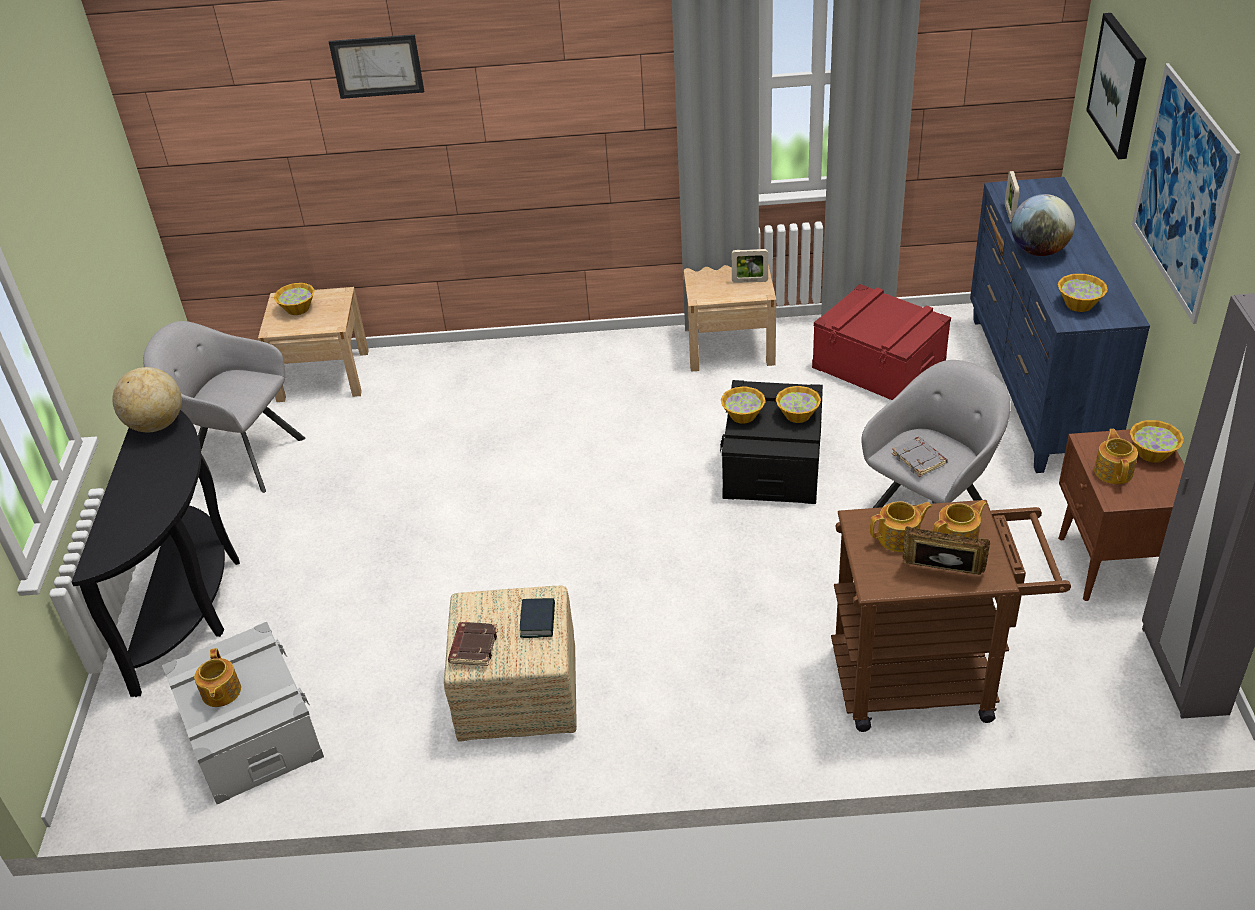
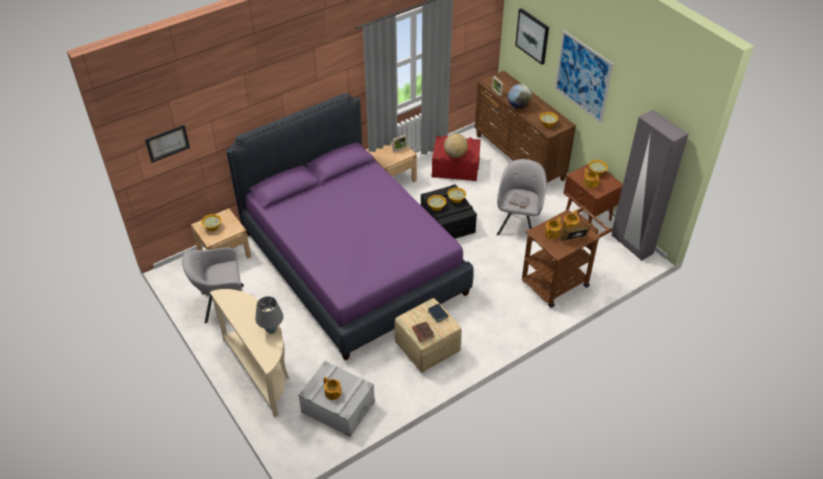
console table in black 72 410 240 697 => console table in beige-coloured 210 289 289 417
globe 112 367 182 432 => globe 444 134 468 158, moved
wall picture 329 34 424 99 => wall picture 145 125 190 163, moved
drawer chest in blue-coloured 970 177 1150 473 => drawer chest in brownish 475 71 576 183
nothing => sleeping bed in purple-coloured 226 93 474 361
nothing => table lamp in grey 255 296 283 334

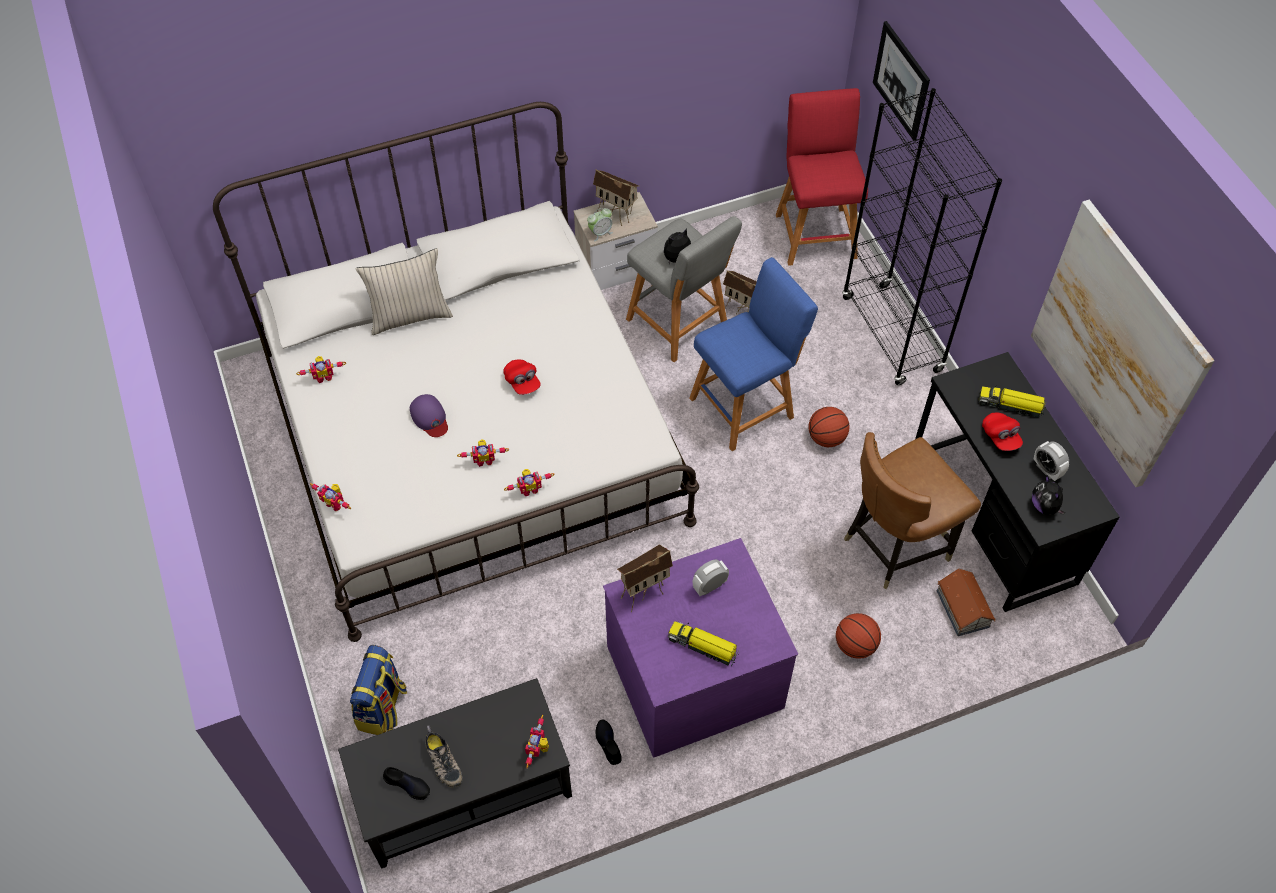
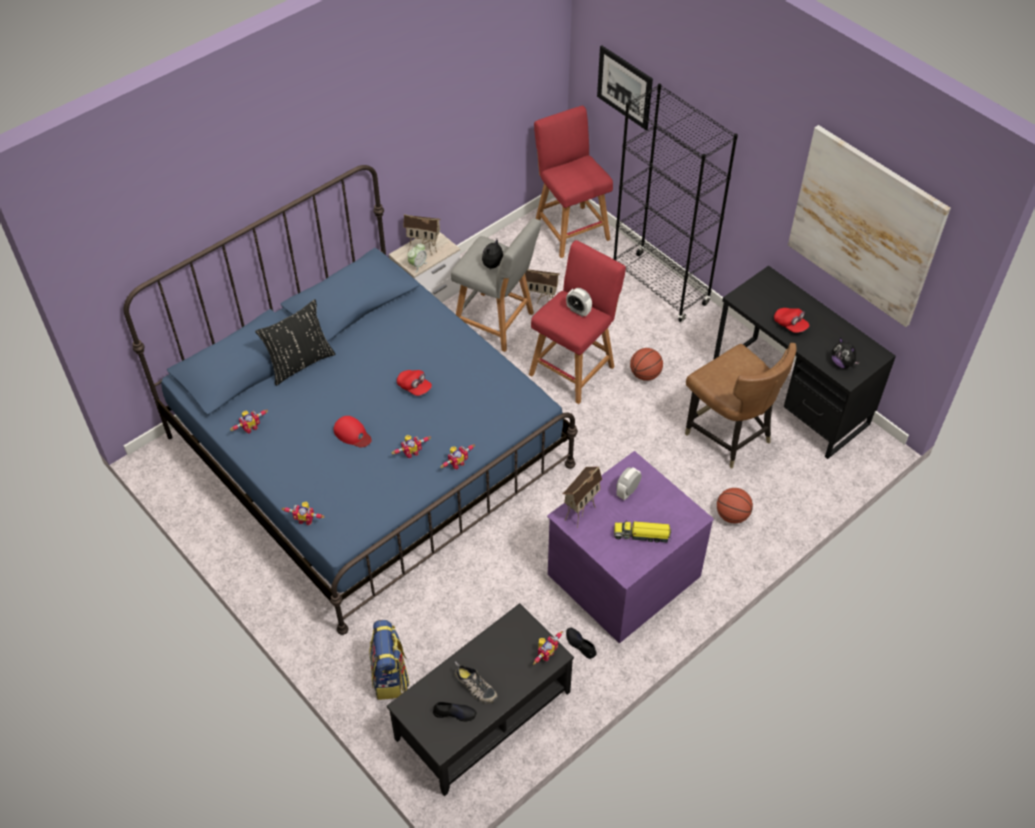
sleeping bed in white-coloured 213 102 699 642 => sleeping bed in blue-coloured 123 165 578 635
throw pillow in beige-coloured 356 248 453 335 => throw pillow in black 255 299 335 386
baseball cap in purple-coloured 410 394 448 437 => baseball cap in red 334 416 372 448
model robot 525 715 549 769 => model robot 533 631 563 665, 135 degrees counterclockwise
sitting stool in blue-coloured 689 257 818 451 => sitting stool in red 529 240 626 404
plain chair in brownish 844 432 981 589 => plain chair in brownish 685 343 797 468, 75 degrees counterclockwise
toy house 937 568 995 636 => nothing
toy lorry 978 385 1046 418 => nothing
table clock 1034 441 1069 481 => table clock 566 288 592 317, moved

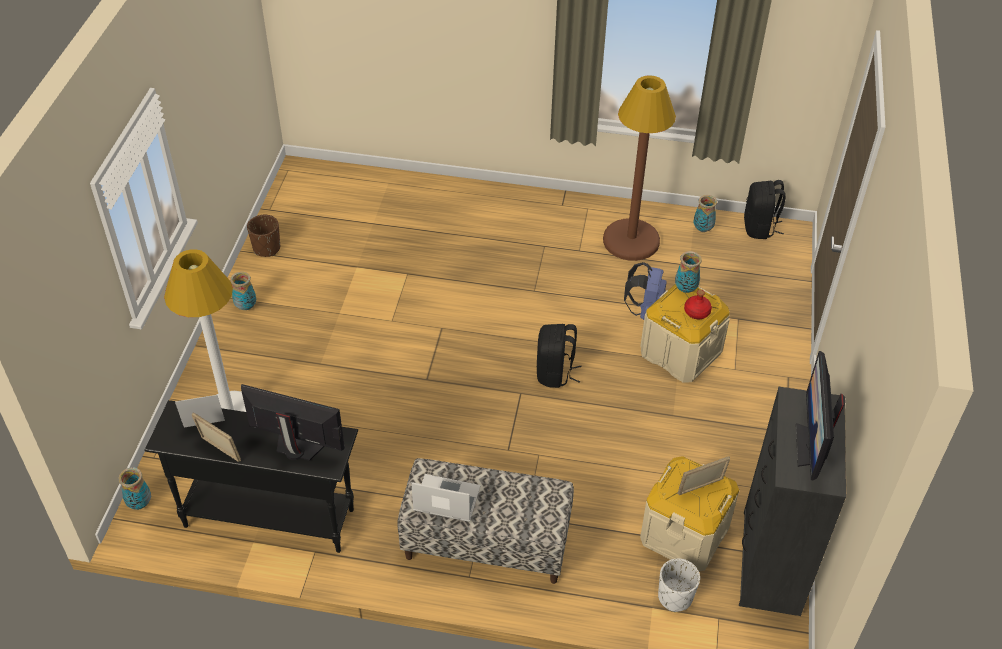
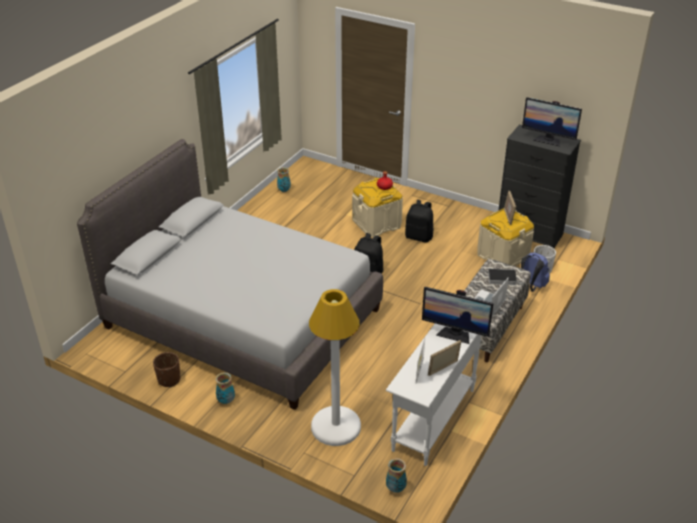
console table in black 145 400 358 553 => console table in white-coloured 386 323 481 466
monitor 241 384 345 461 => monitor 422 287 493 344, 105 degrees counterclockwise
standing lamp in brownish 603 75 676 261 => nothing
backpack in blue-coloured 624 262 667 320 => backpack in blue-coloured 521 252 550 292, moved
vase 675 251 702 293 => nothing
backpack in black 744 180 786 239 => backpack in black 405 200 433 243, moved
nothing => sleeping bed in grey 77 139 383 410
nothing => bound book 485 268 517 285

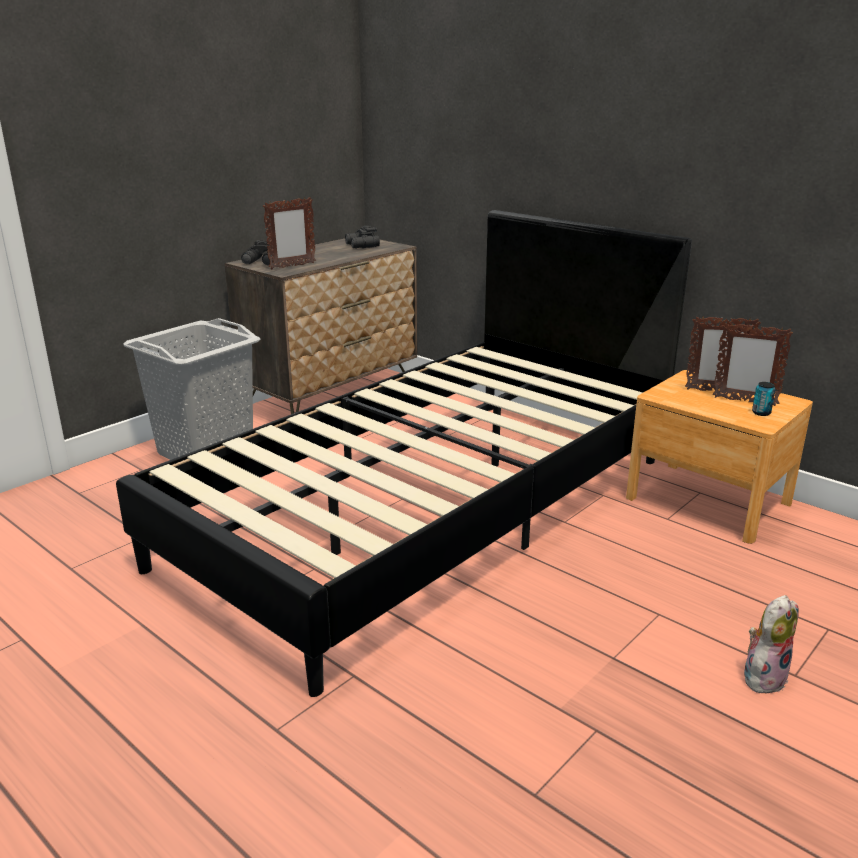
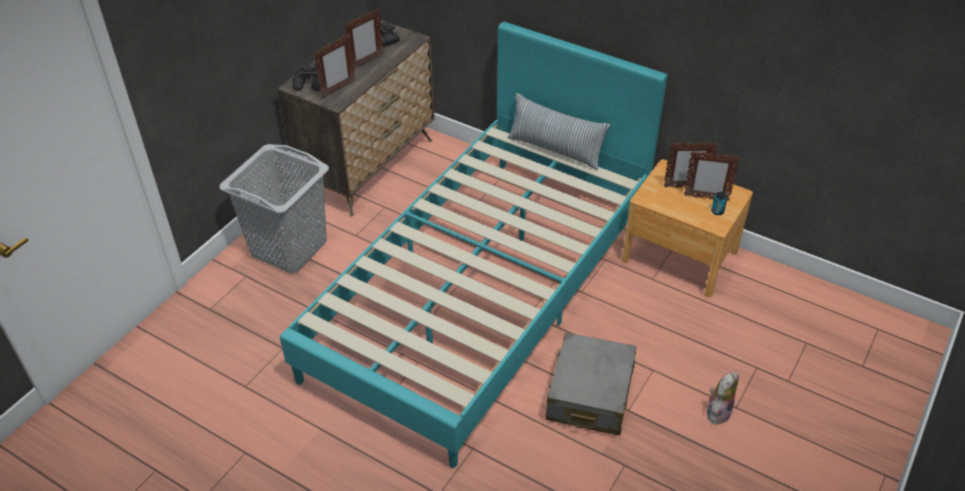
sleeping bed in black 116 210 692 697 => sleeping bed in turquoise-coloured 280 22 667 468
nothing => picture frame 344 8 383 69
nothing => throw pillow 508 93 610 171
nothing => travel case in grey 546 333 637 435

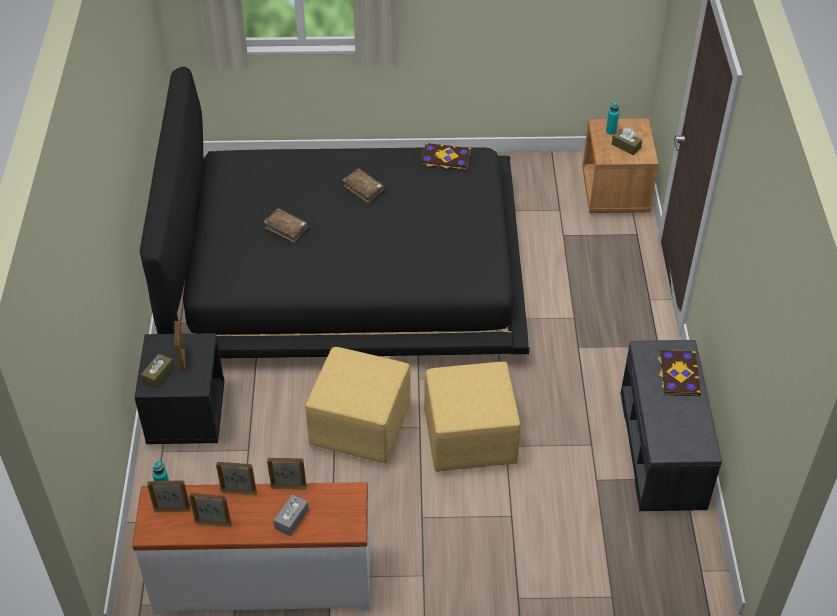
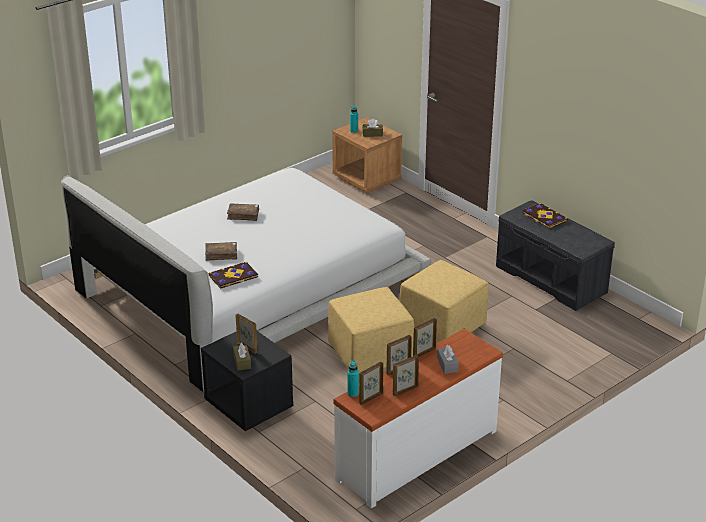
sleeping bed in black 140 67 530 358 => sleeping bed in white-coloured 61 168 431 392
bound book 421 143 471 171 => bound book 209 262 258 289, moved

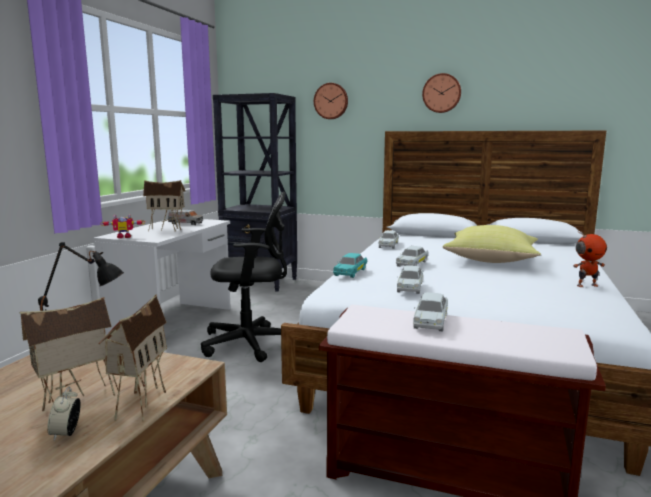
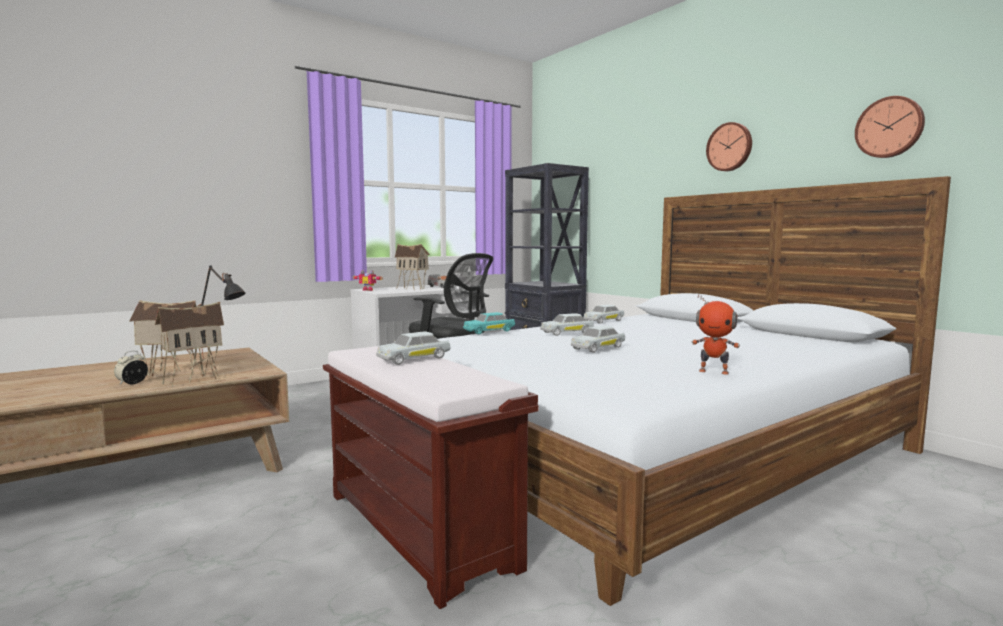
clock on the wall 314 83 348 119 => clock on the wall 855 96 925 158, moved
toy car in white-coloured 397 265 423 294 => toy car in white-coloured 571 325 625 353, moved
throw pillow in yellow 442 225 541 263 => nothing

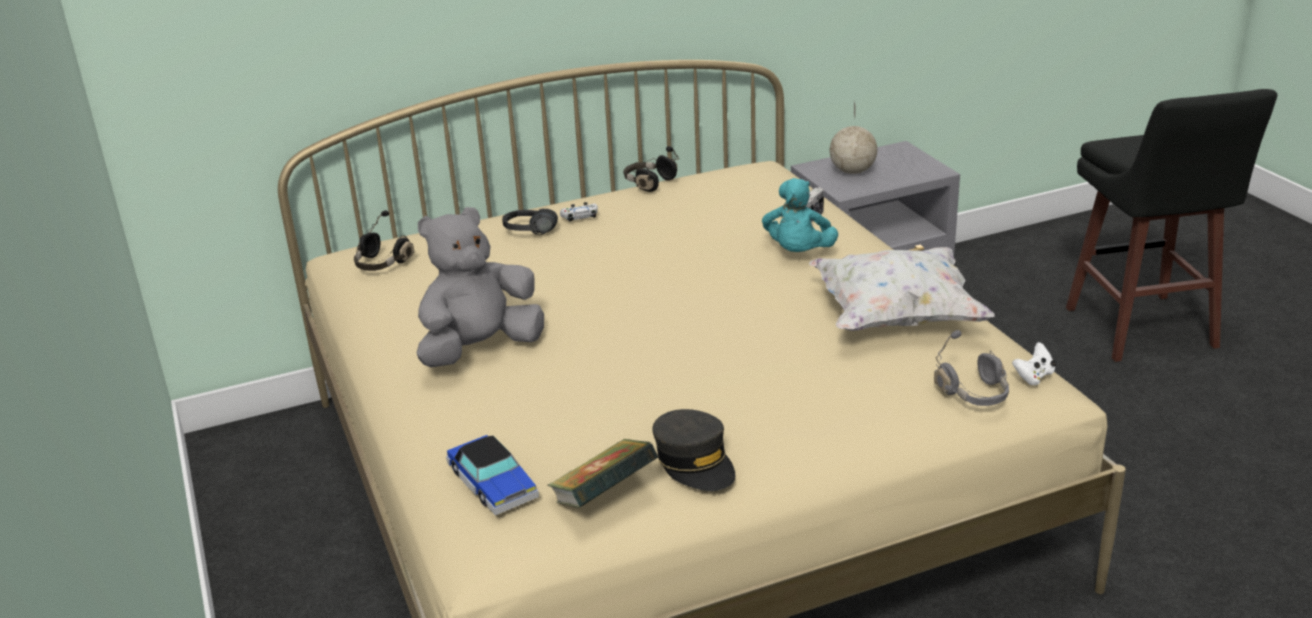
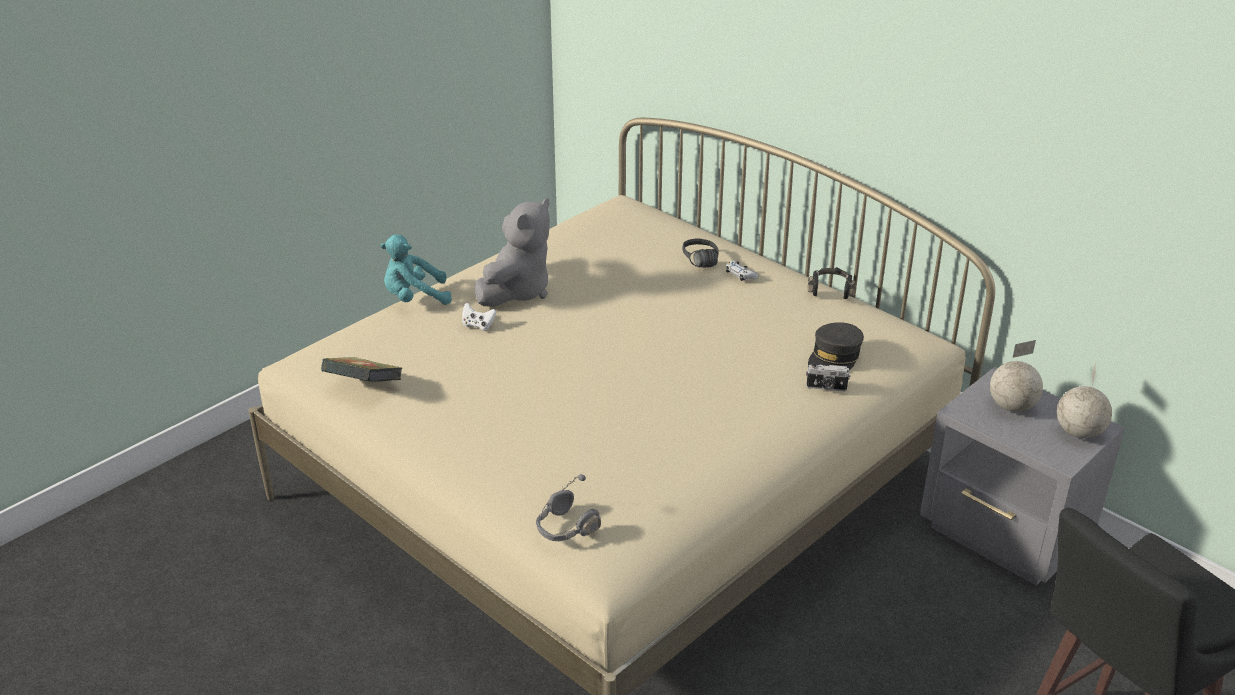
pair of headphones in black 354 210 414 271 => nothing
soft toy in grey 417 207 544 367 => soft toy in grey 474 198 550 307, 90 degrees clockwise
toy car 446 435 539 515 => nothing
baseball cap in grey 652 409 735 491 => baseball cap in grey 808 322 864 370, moved
soft toy in turquoise-coloured 762 178 838 252 => soft toy in turquoise-coloured 380 234 452 305, moved
throw pillow in white-coloured 809 247 995 331 => nothing
game controller in white-coloured 1012 342 1056 385 => game controller in white-coloured 462 303 496 331, moved
nothing => globe 1057 361 1112 438

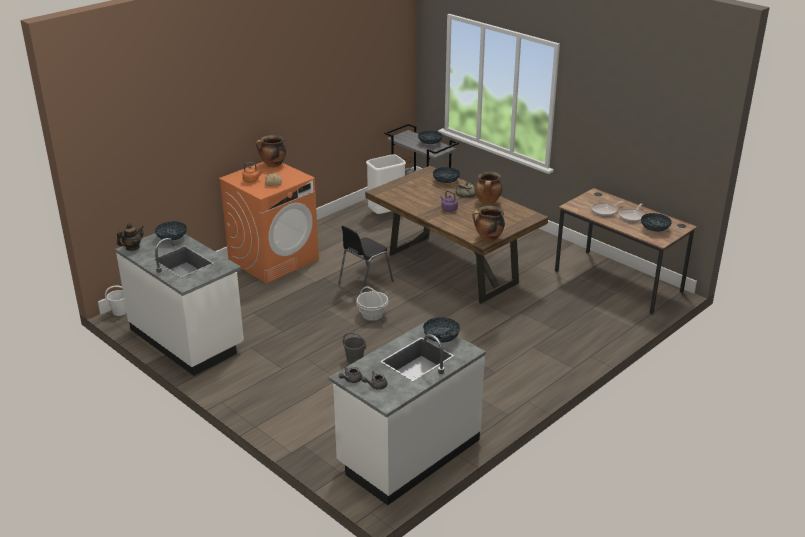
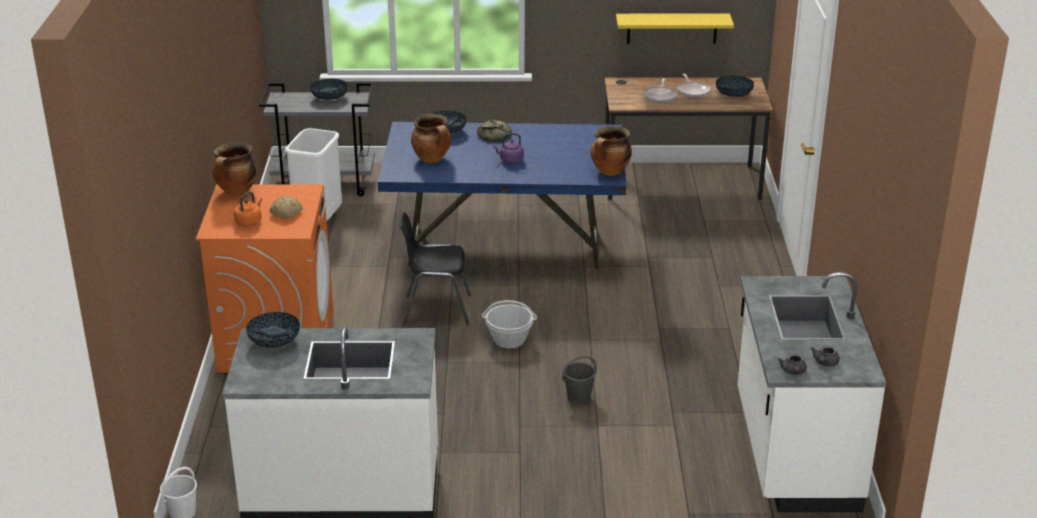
tea pot 117 223 144 251 => nothing
plain chair in black 338 226 394 293 => plain chair in black 400 212 471 326, 90 degrees clockwise
dinner table in brownish 365 166 548 304 => dinner table in blue-coloured 377 122 626 269
bowl 423 317 460 343 => nothing
stockpot 475 172 502 205 => stockpot 411 114 451 163, moved
nothing => shelf in yellow 616 13 734 44

